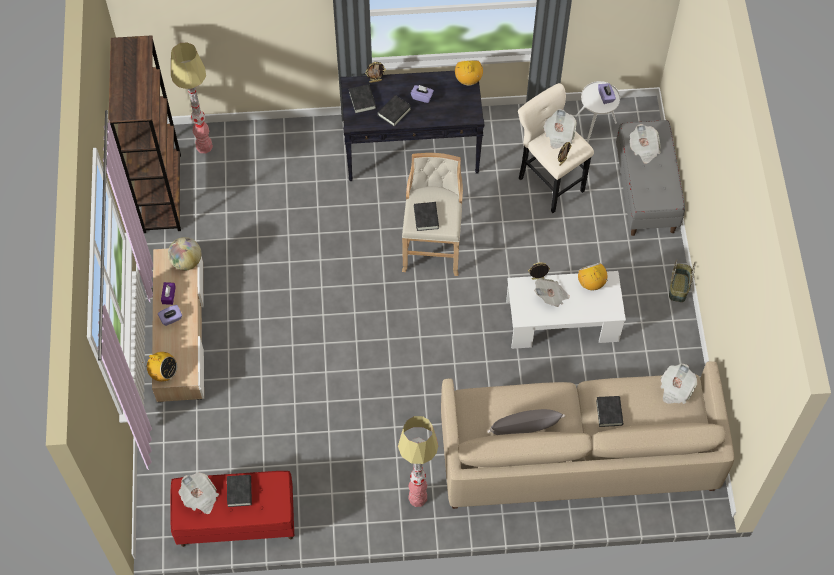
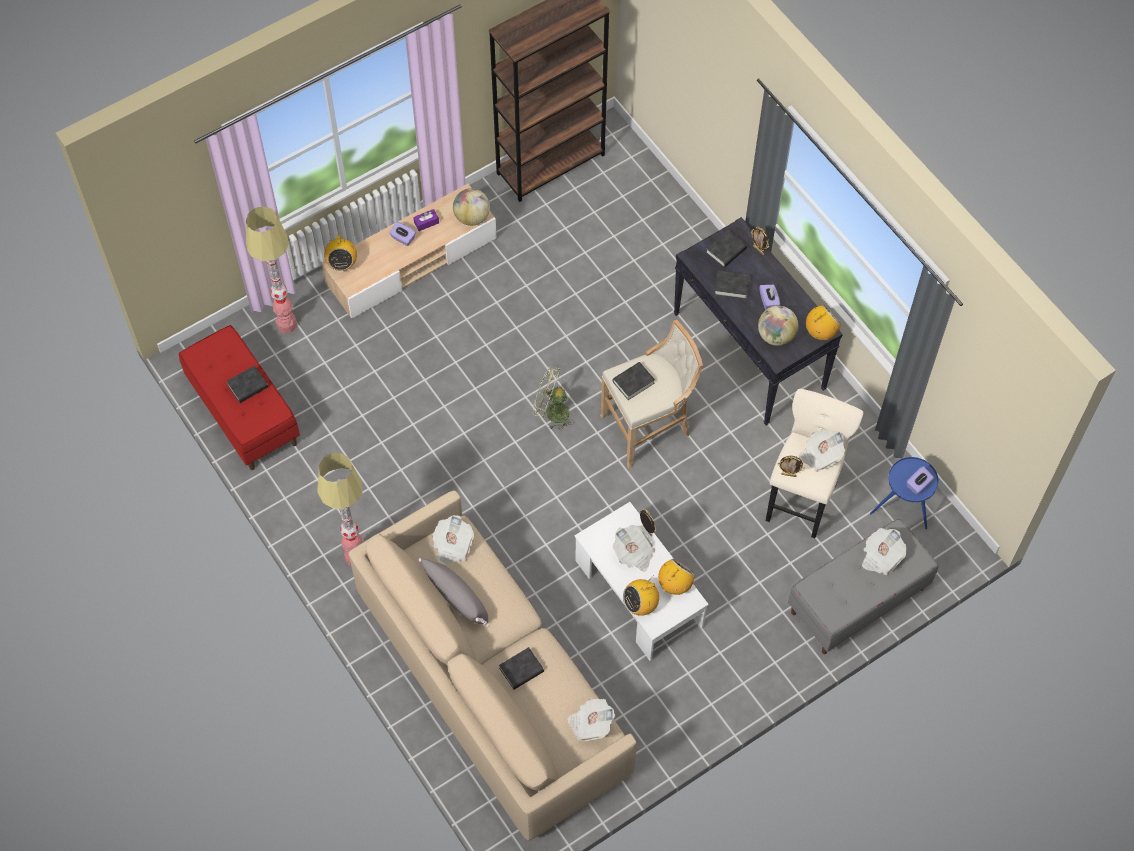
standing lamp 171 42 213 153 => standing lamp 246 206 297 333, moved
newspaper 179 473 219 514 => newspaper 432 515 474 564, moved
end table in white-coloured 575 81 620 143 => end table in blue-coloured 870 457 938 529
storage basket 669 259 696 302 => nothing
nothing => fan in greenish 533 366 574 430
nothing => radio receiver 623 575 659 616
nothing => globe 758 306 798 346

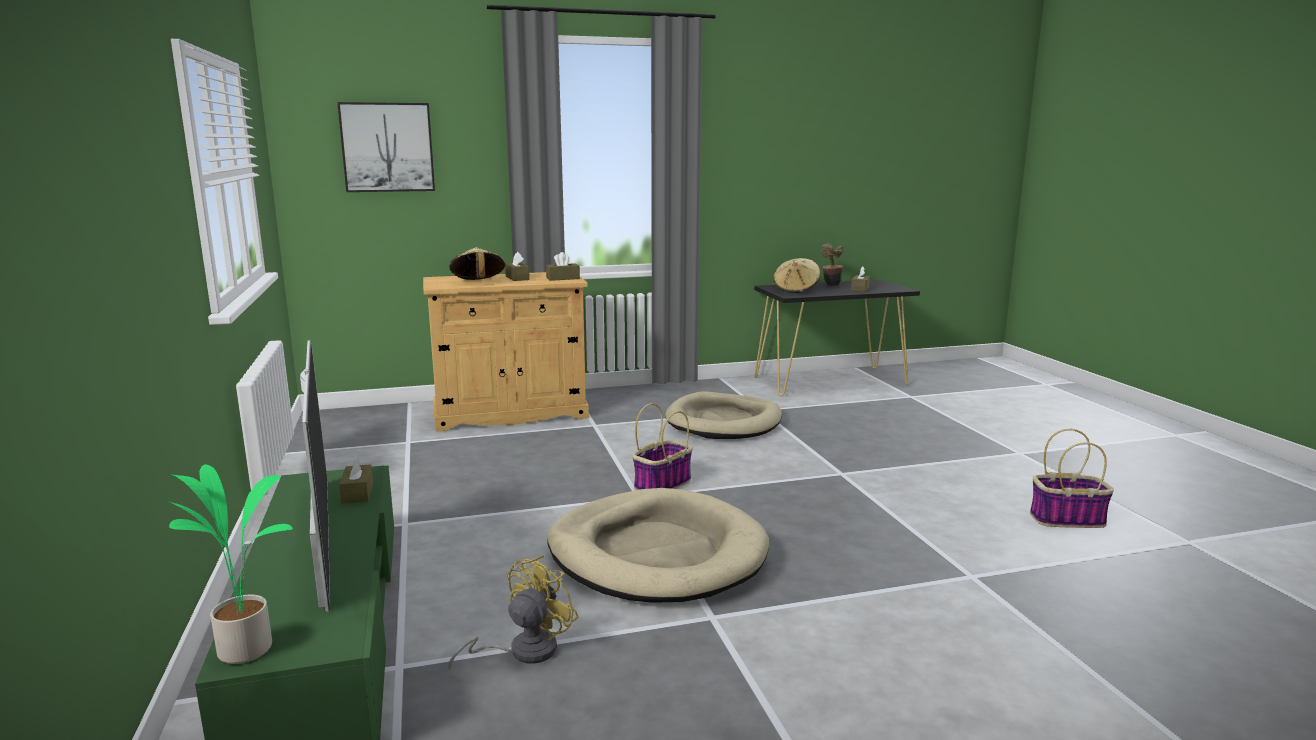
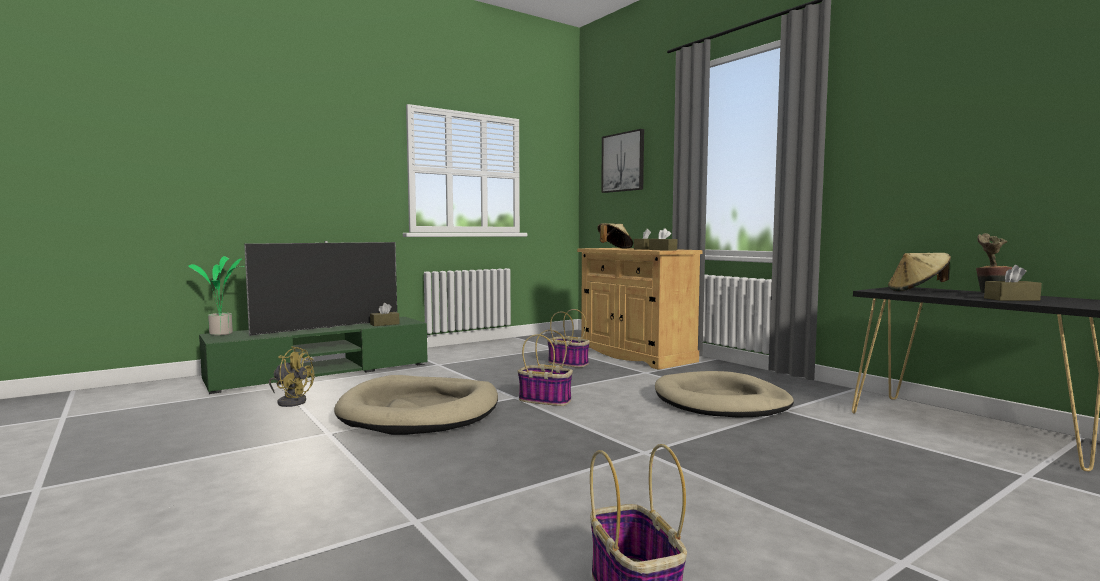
nothing => storage basket 547 309 590 368

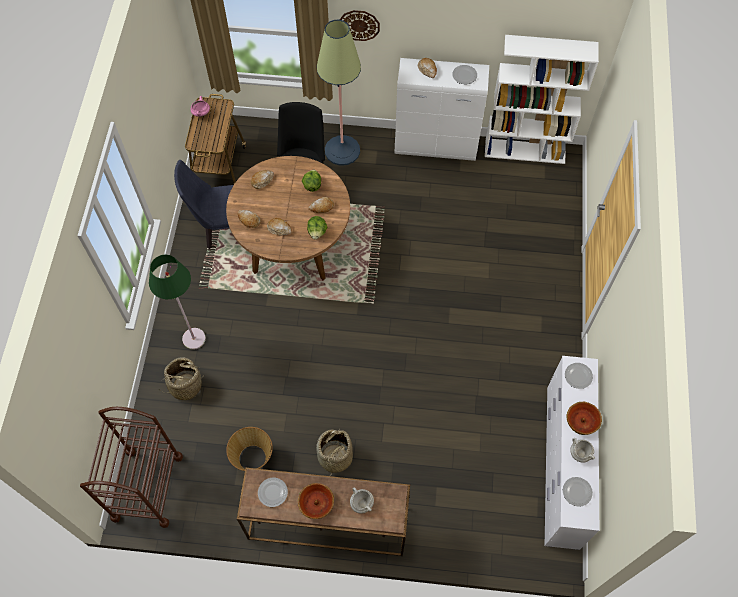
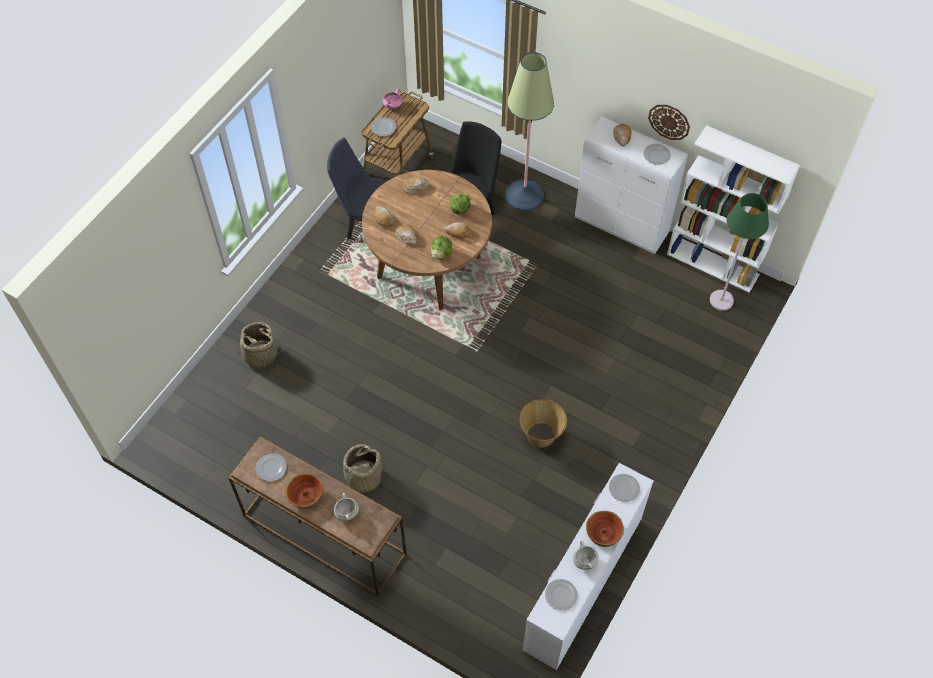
cart in brownish 80 407 183 528 => nothing
standing lamp in greenish 149 255 206 350 => standing lamp in greenish 710 193 769 311, moved
storage basket 226 427 273 471 => storage basket 520 399 567 448, moved
clock on the wall 339 10 380 41 => clock on the wall 648 105 690 140, moved
nothing => flat dish 371 117 396 136

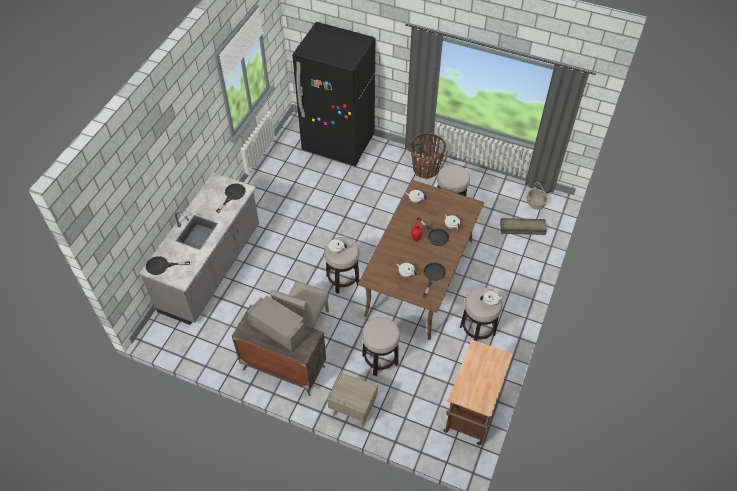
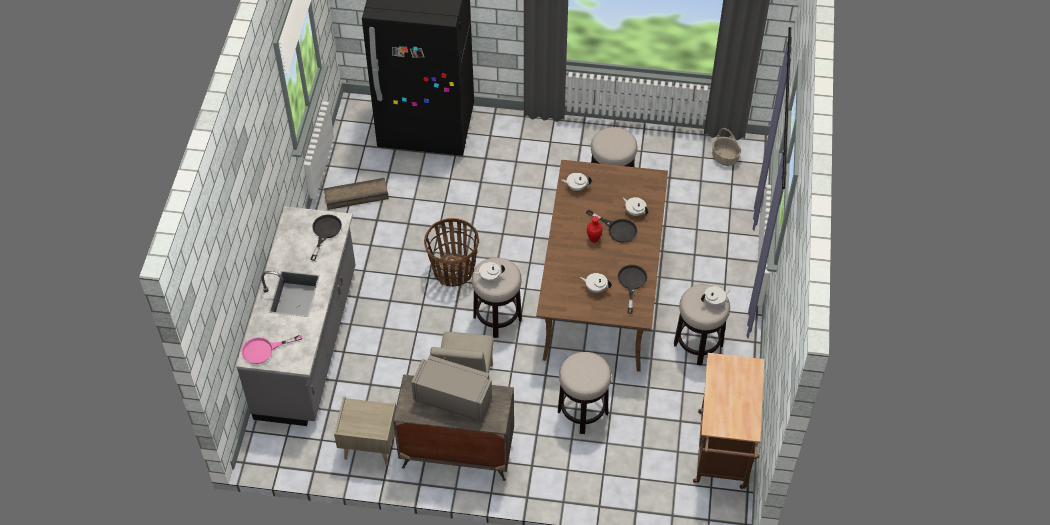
skillet in black 146 256 190 275 => skillet in pinkish 242 335 302 364
bedside table in beige-coloured 327 371 378 428 => bedside table in beige-coloured 334 396 396 465, moved
storage basket 410 133 446 179 => storage basket 424 218 479 287, moved
crate 500 218 547 235 => crate 324 178 389 210, moved

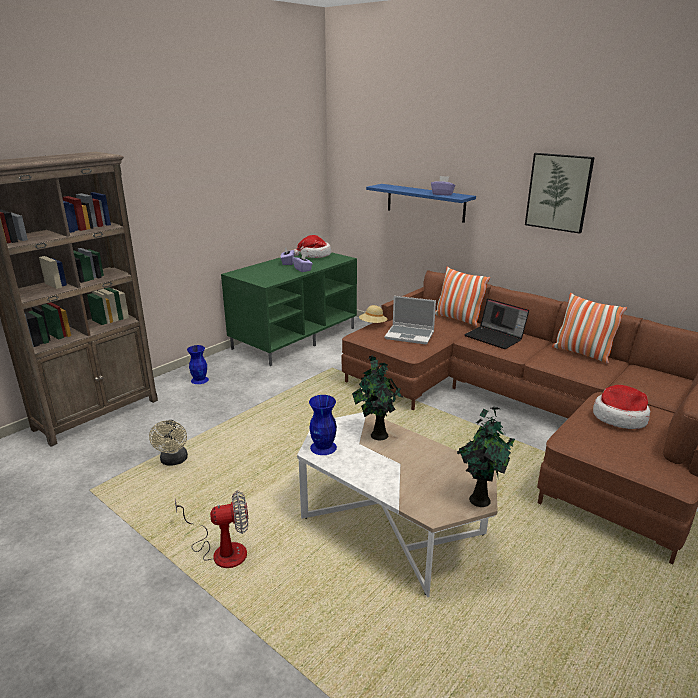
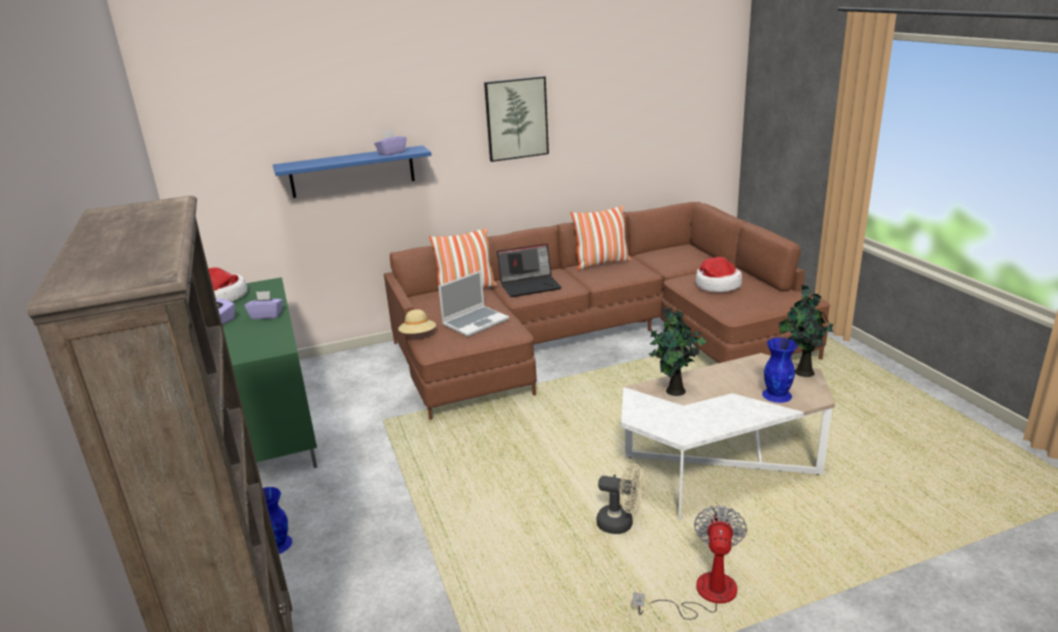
fan in beige-coloured 149 420 188 465 => fan in beige-coloured 596 464 645 534, moved
vase in blue-coloured 309 395 337 455 => vase in blue-coloured 762 337 798 403, moved

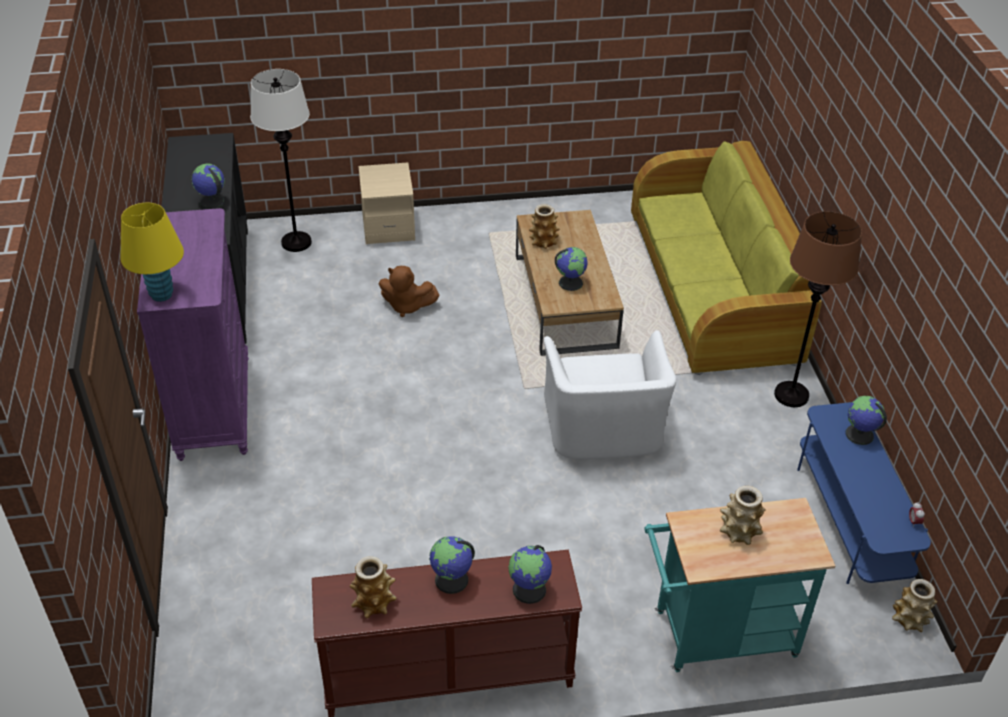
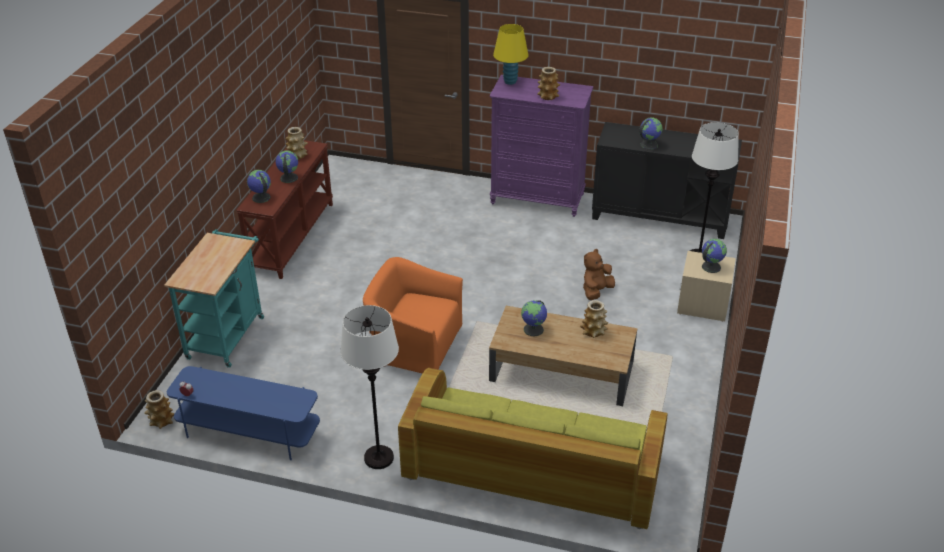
lounge chair in white-coloured 544 330 676 459 => lounge chair in orangey 363 257 463 374
vase 720 486 766 545 => vase 537 67 560 100, moved
standing lamp in brownish 774 211 862 407 => standing lamp in white-coloured 340 305 399 469
globe 845 396 887 445 => globe 702 239 727 273, moved

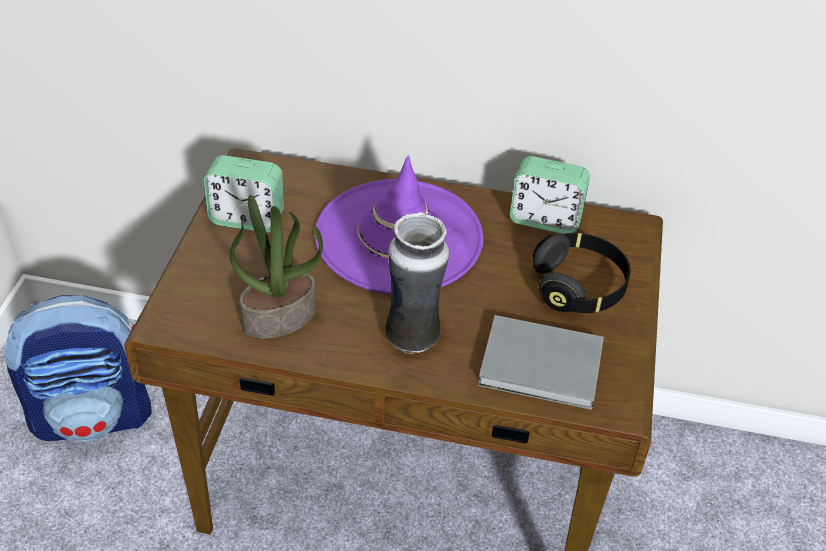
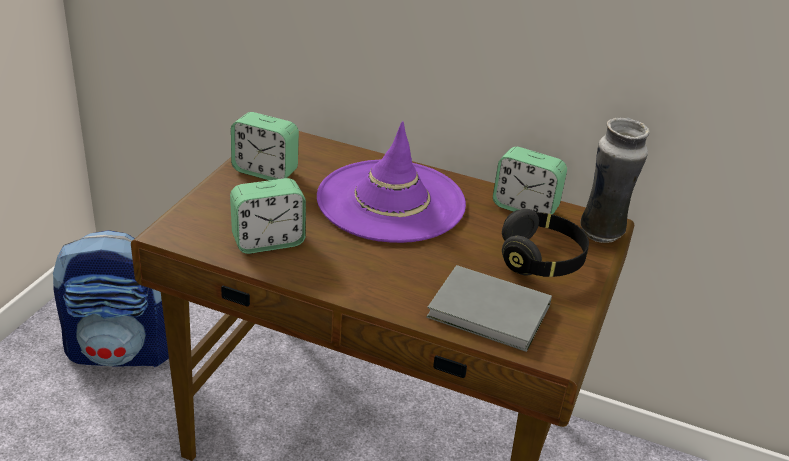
potted plant 230 195 323 339 => table clock 230 178 306 254
vase 385 212 449 354 => vase 580 118 650 243, moved

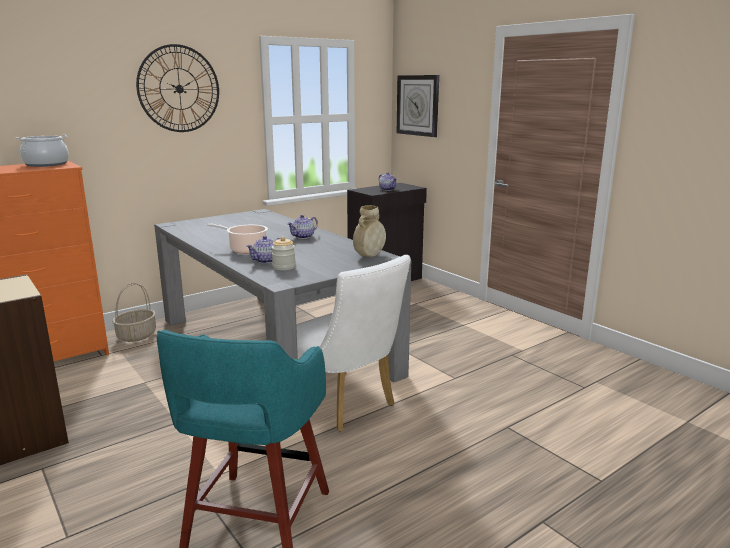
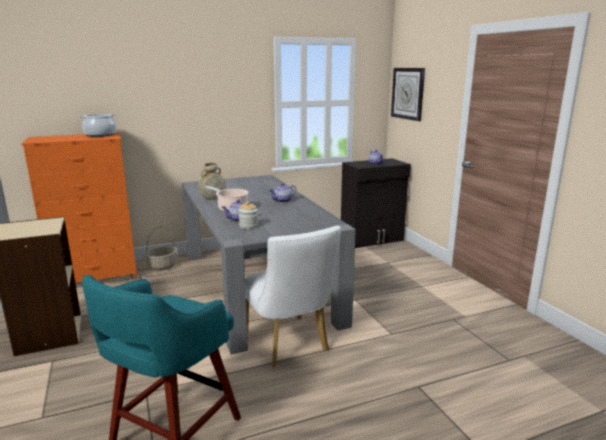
clock on the wall 136 44 219 132 => nothing
vase in beige-coloured 353 205 386 257 => vase in beige-coloured 198 163 226 200, moved

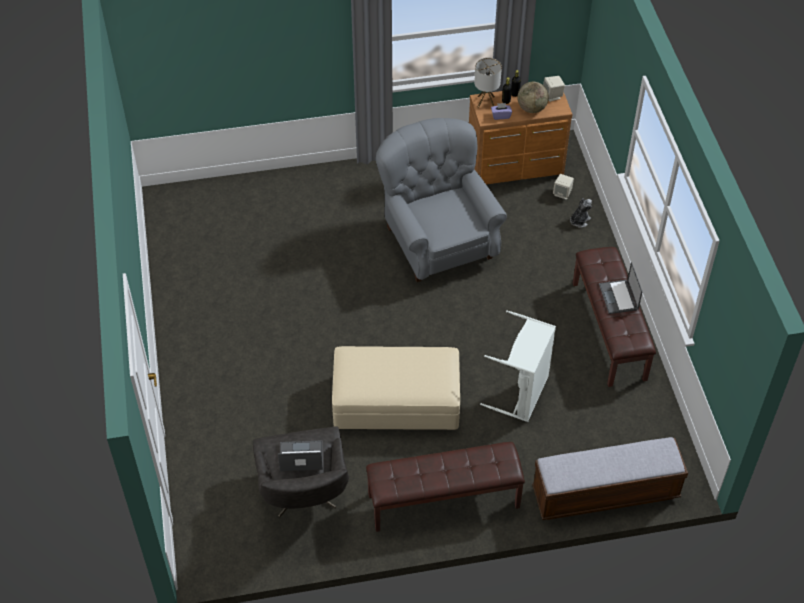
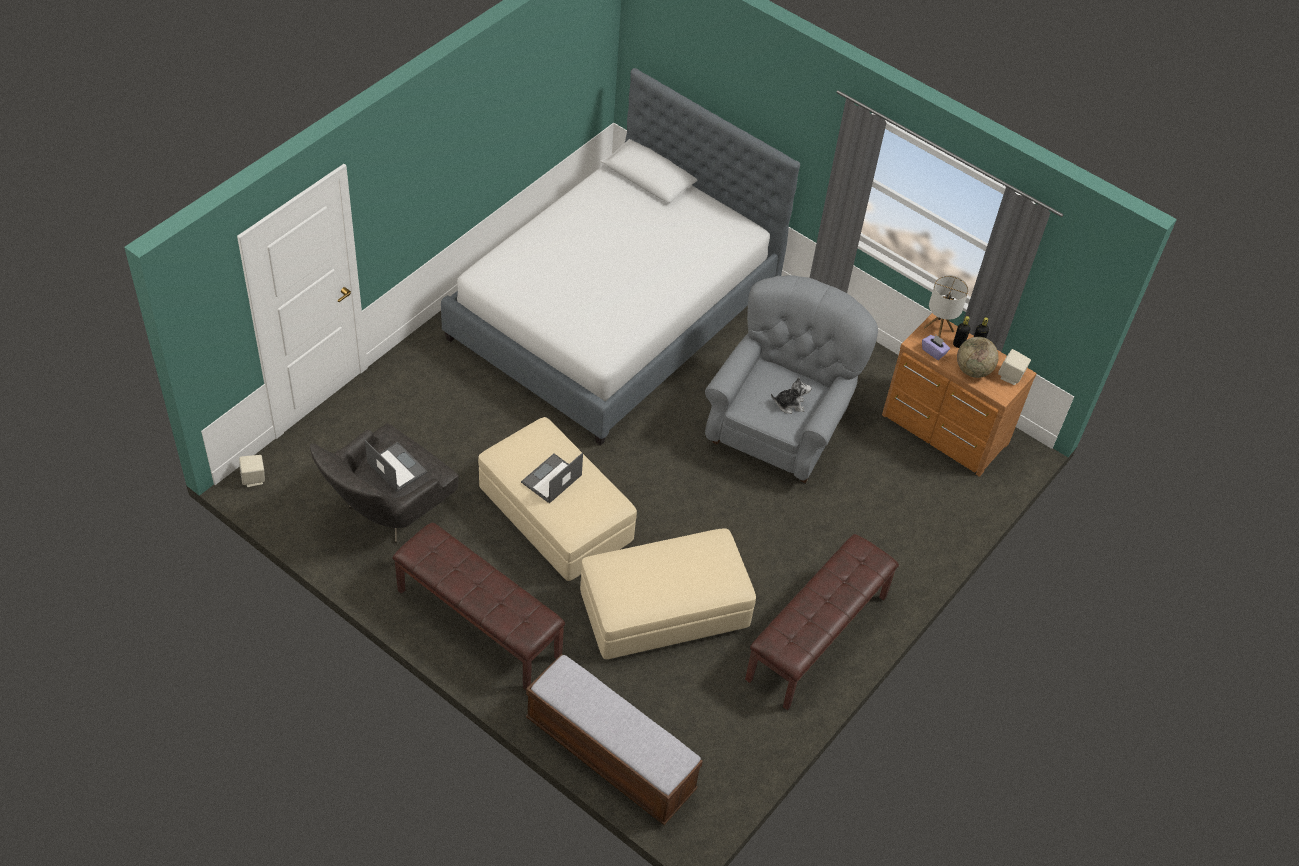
laundry basket in white-coloured 480 310 556 422 => footrest in beige-coloured 580 528 756 659
loudspeaker in beige-coloured 553 174 574 200 => loudspeaker in beige-coloured 239 455 265 487, moved
soft toy 570 198 592 228 => soft toy 771 377 811 414, moved
laptop 599 262 642 314 => laptop 521 452 583 504, moved
nothing => sleeping bed 441 68 800 446

